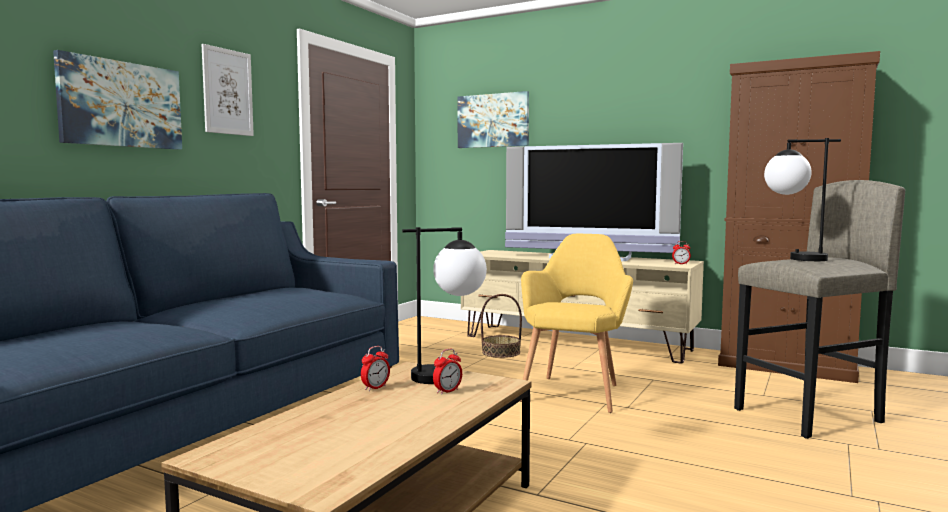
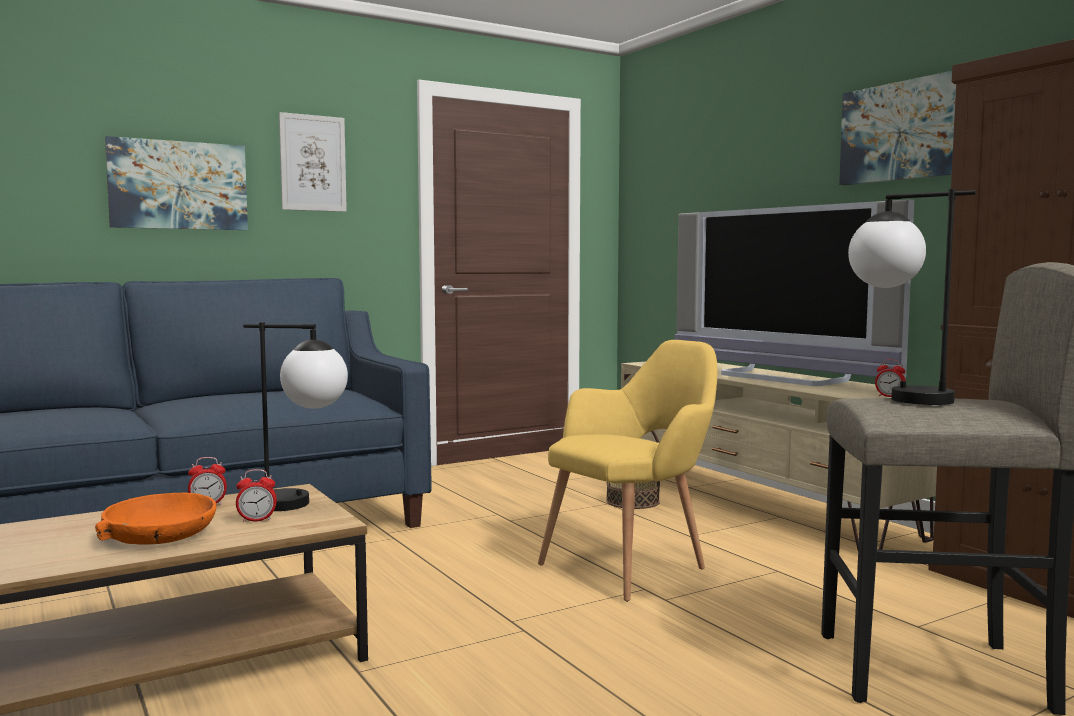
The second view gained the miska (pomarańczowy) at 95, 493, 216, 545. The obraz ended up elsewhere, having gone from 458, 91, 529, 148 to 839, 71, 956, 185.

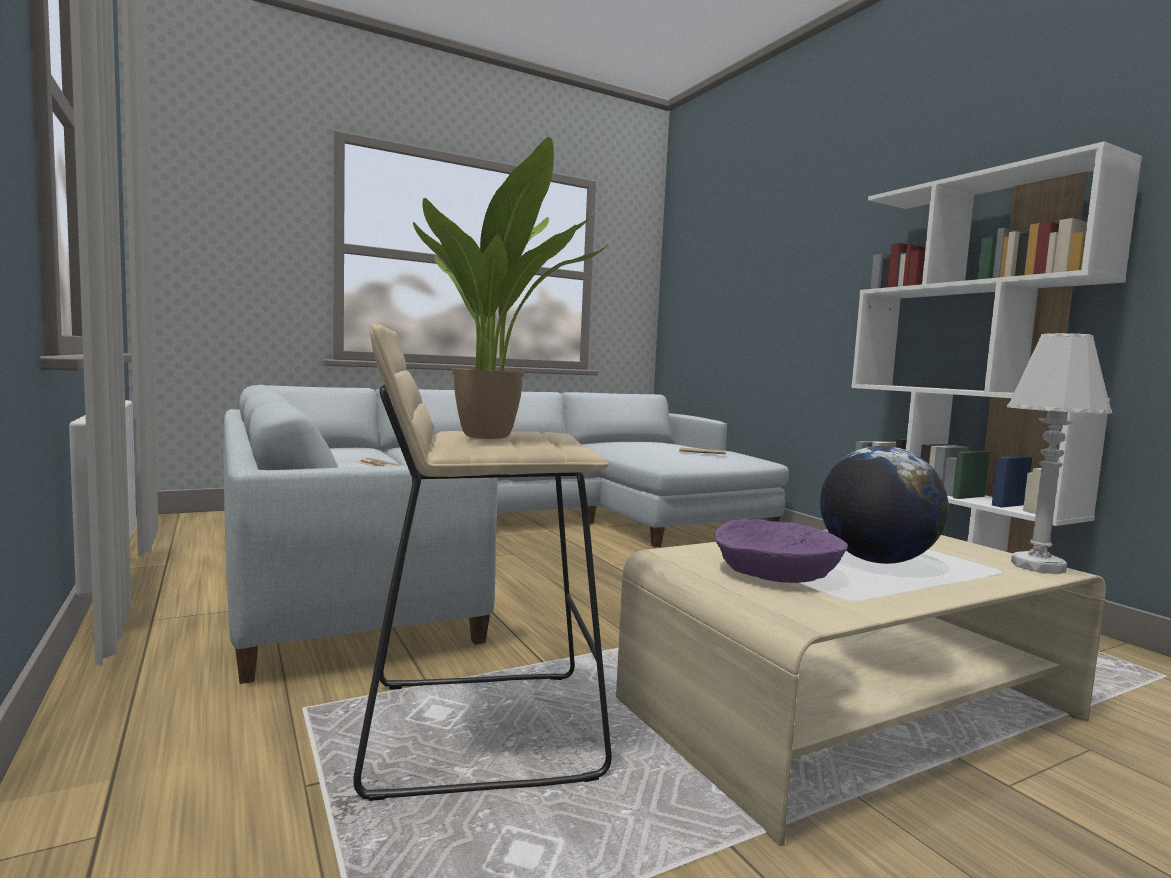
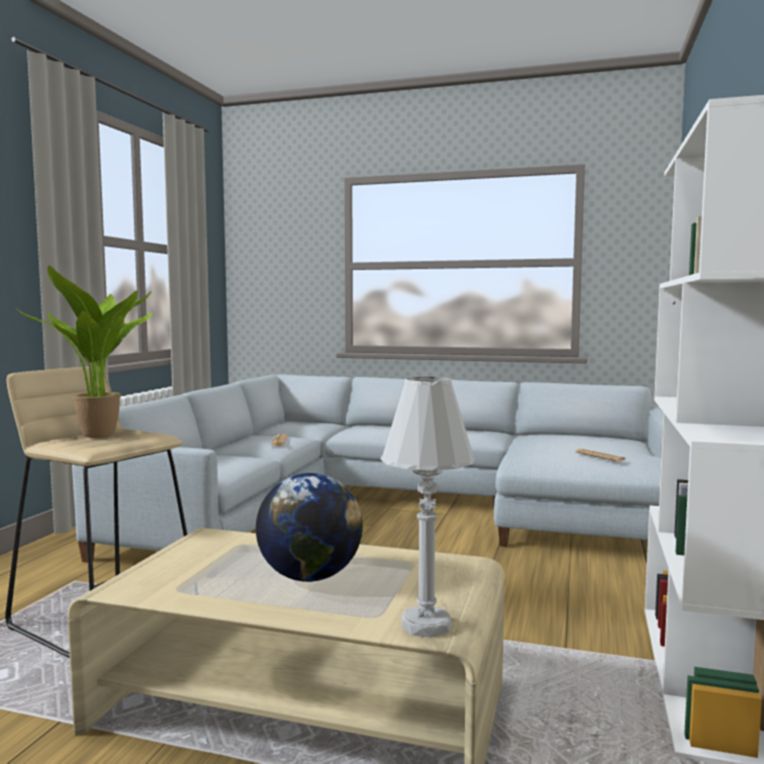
The second view lost the miska (fioletowy) at 714, 519, 848, 583.

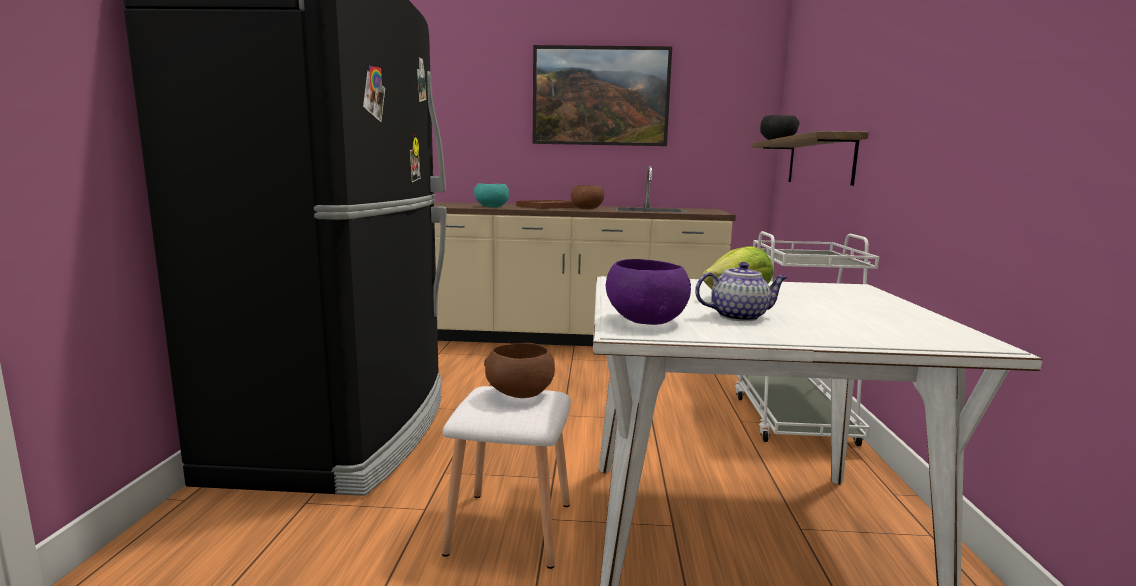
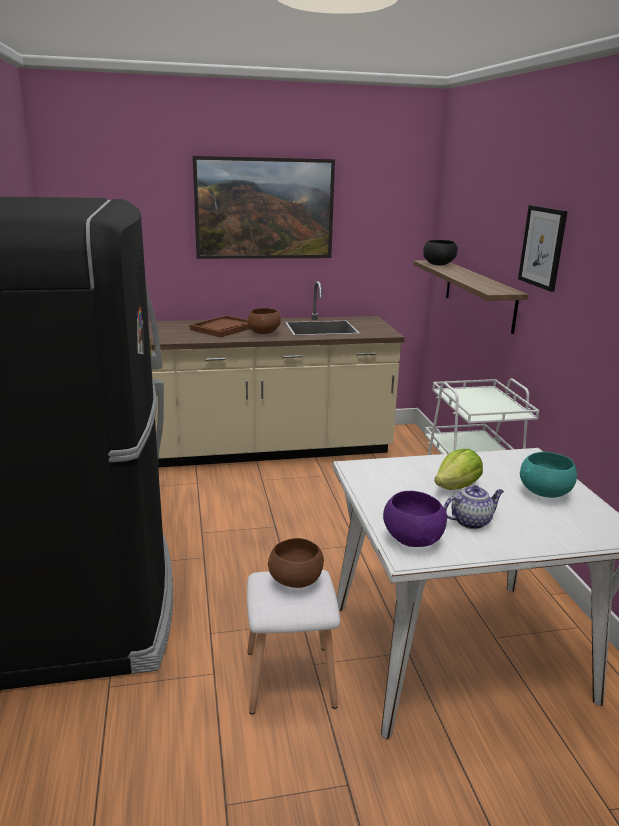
The second view gained the obraz at 518, 205, 568, 292. The miska (turkusowy) ended up elsewhere, having gone from 474, 183, 509, 208 to 520, 452, 577, 498.

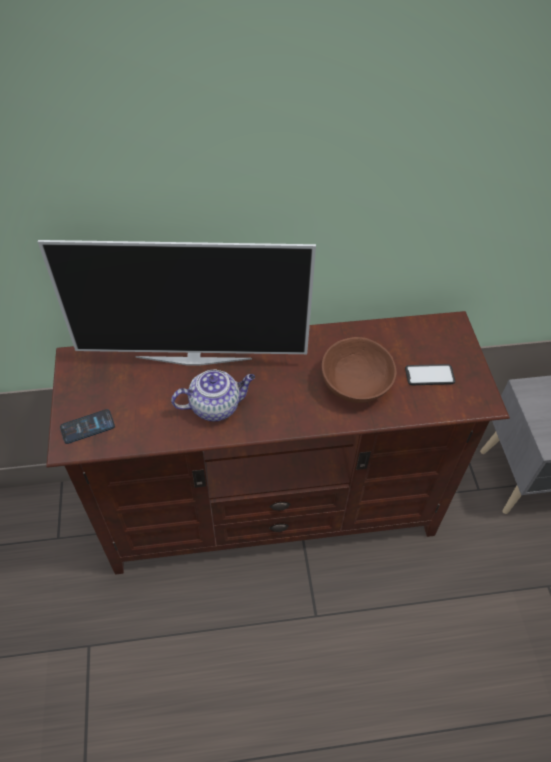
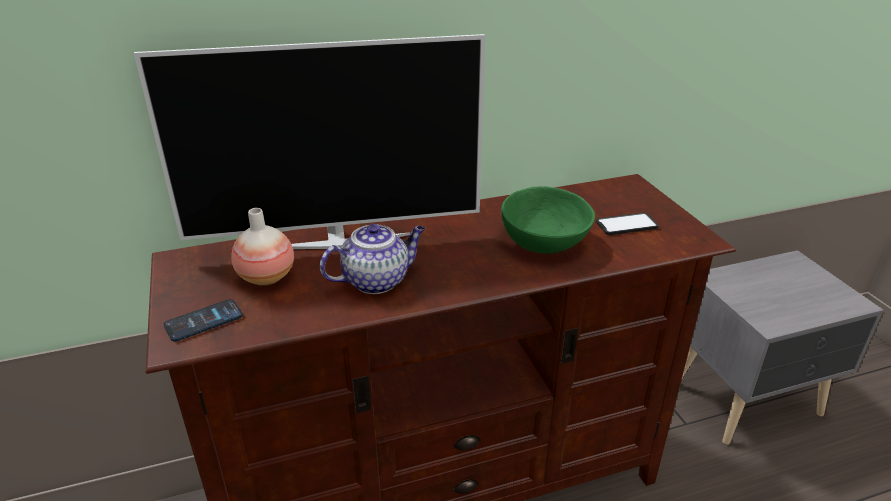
The second view gained the wazon at 231, 208, 294, 286. What was the miska (brązowy) at 321, 337, 397, 403 turned into the miska (zielony) at 501, 186, 595, 254.

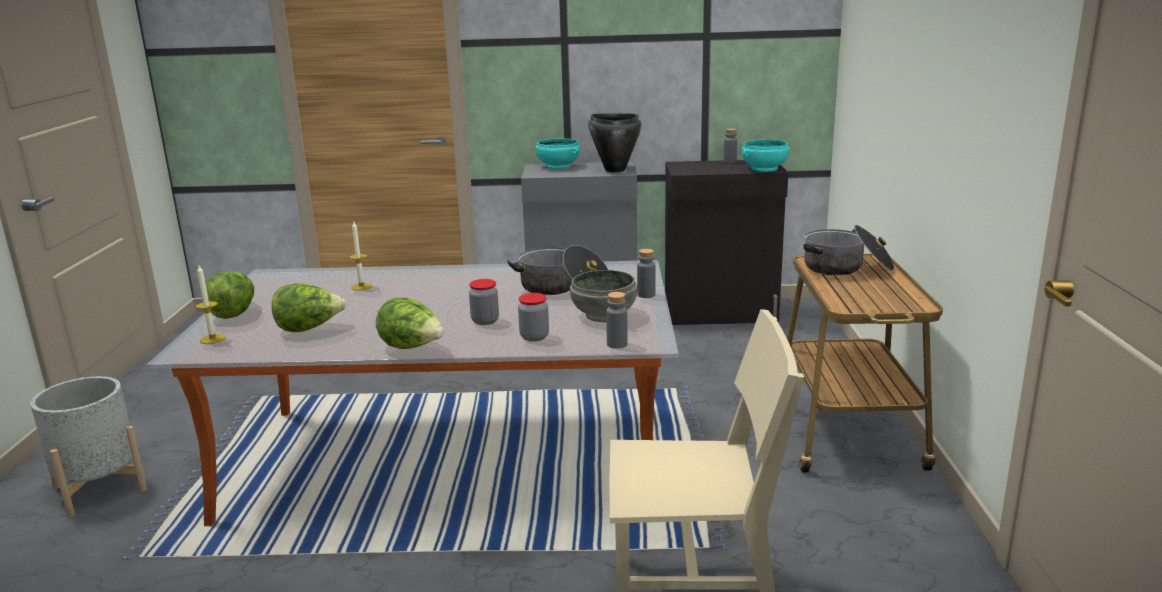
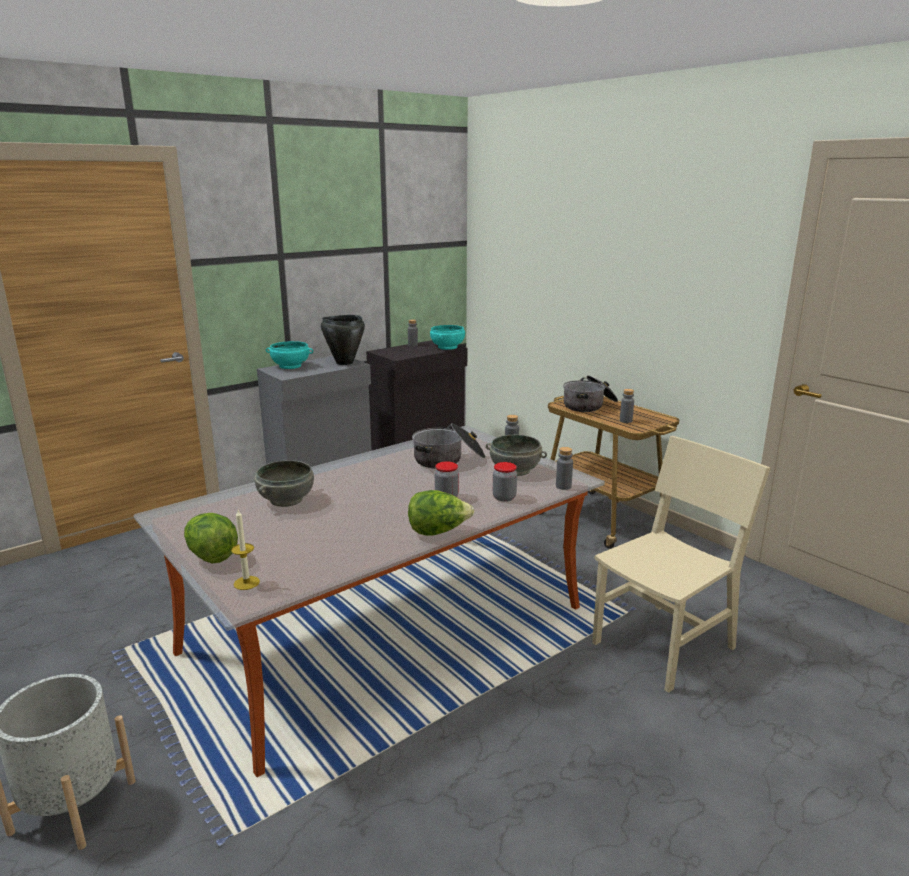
Where the świeca stood at 349, 222, 373, 291, the miska (szary) came to stand at 254, 460, 314, 507. The second view gained the butelka (szary) at 620, 389, 634, 423. The second view lost the sałata at 272, 283, 346, 332.

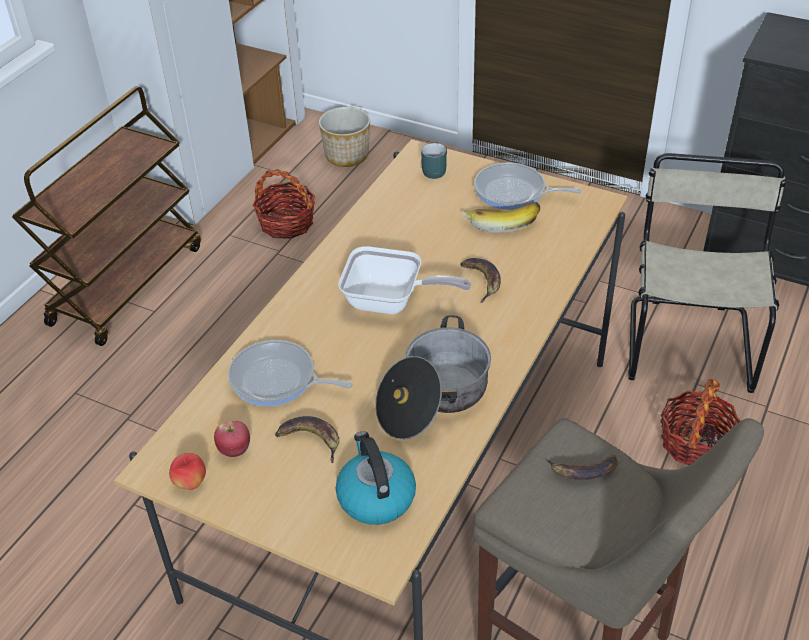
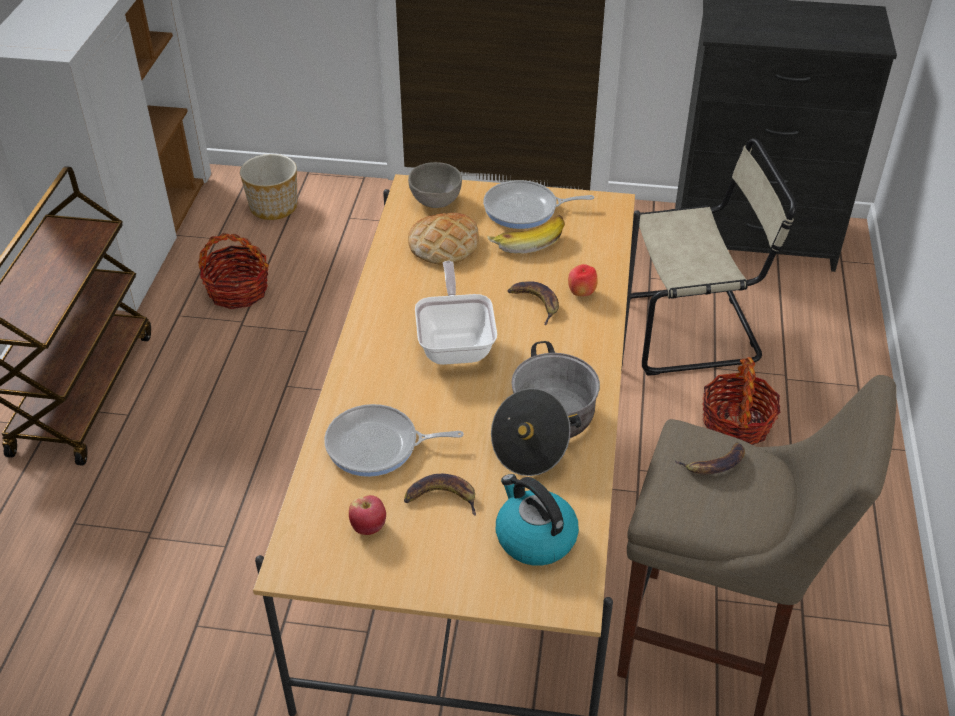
Where the kubek (turkusowy) stood at 421, 143, 447, 179, the miska (szary) came to stand at 408, 162, 462, 208. The second view gained the chleb at 408, 213, 479, 264. The patelnia at 338, 246, 471, 314 ended up facing another way, 90 degrees counterclockwise from before. The jabłko ended up elsewhere, having gone from 169, 453, 206, 490 to 568, 264, 598, 296. The krzesło (beżowy) at 628, 153, 786, 393 ended up facing another way, 90 degrees clockwise from before.

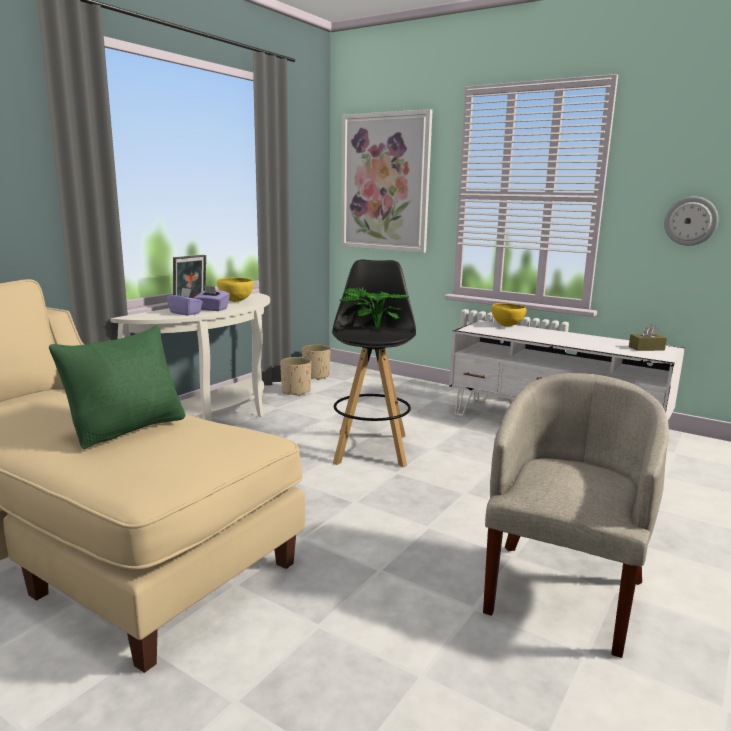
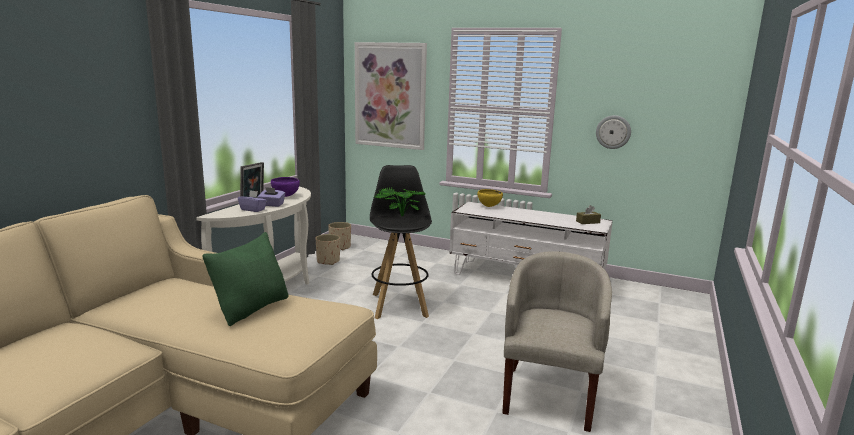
What was the miska (żółty) at 217, 277, 254, 302 turned into the miska (fioletowy) at 271, 177, 300, 197.

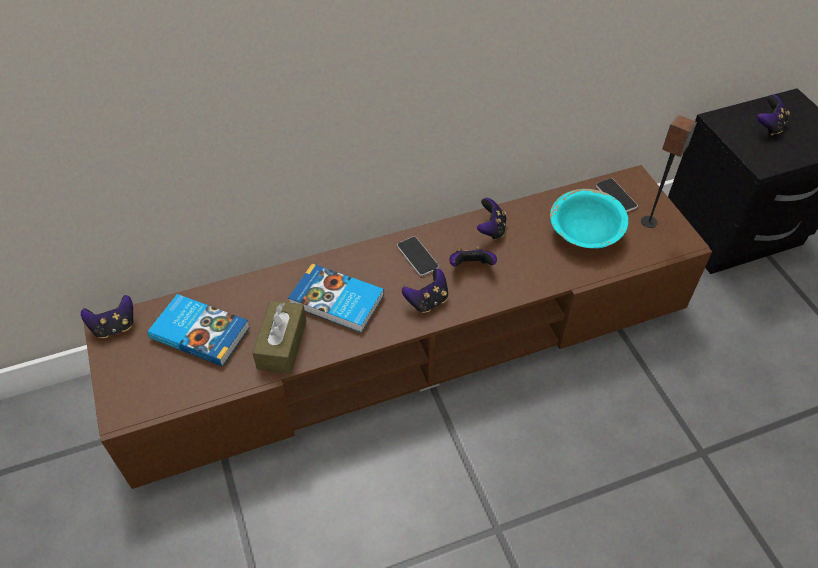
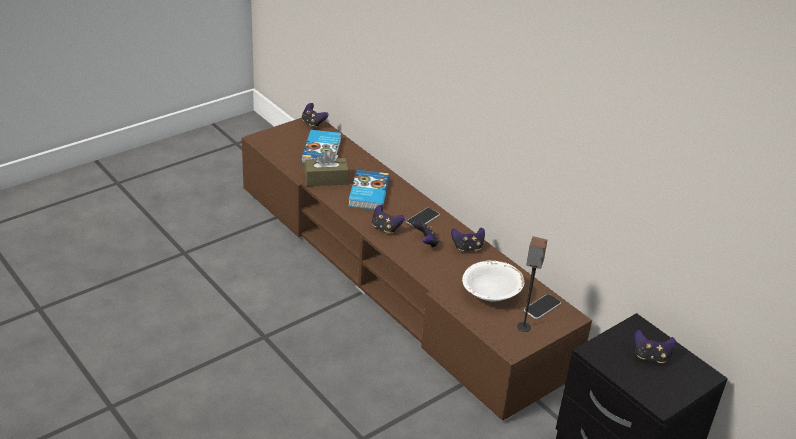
What was the miska (turkusowy) at 550, 189, 628, 249 turned into the miska (biały) at 462, 260, 525, 302.

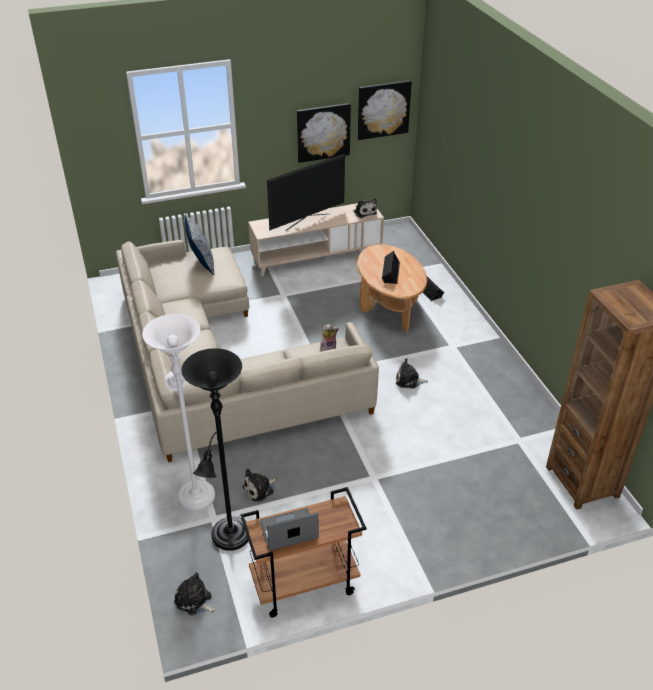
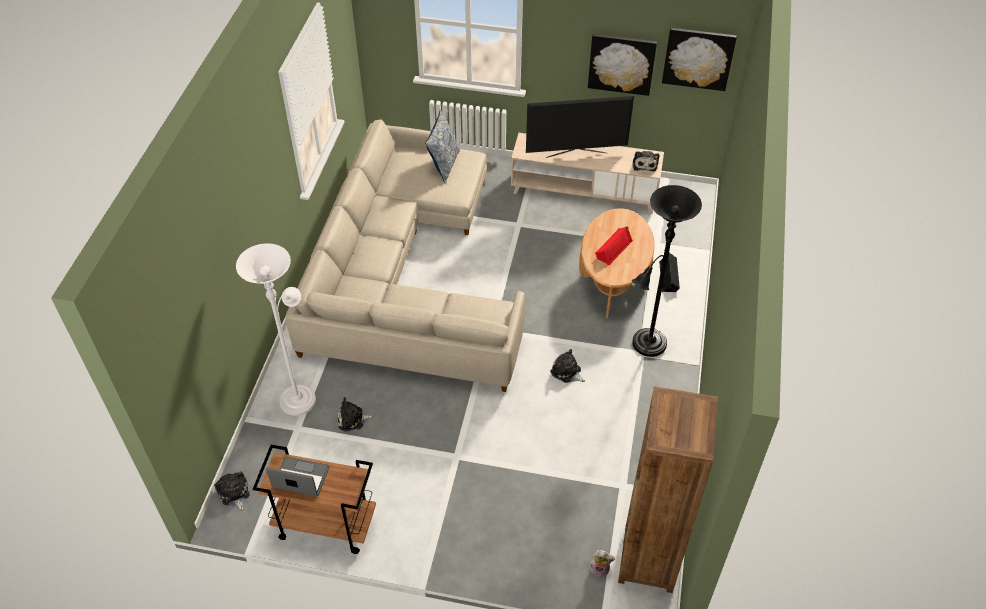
The pluszak ended up elsewhere, having gone from 320, 324, 339, 351 to 589, 550, 615, 577. What was the głośnik (czarny) at 382, 251, 400, 284 turned into the głośnik (czerwony) at 595, 226, 633, 265. The lampa stojąca (czarny) ended up elsewhere, having gone from 181, 348, 248, 551 to 632, 185, 702, 357.

